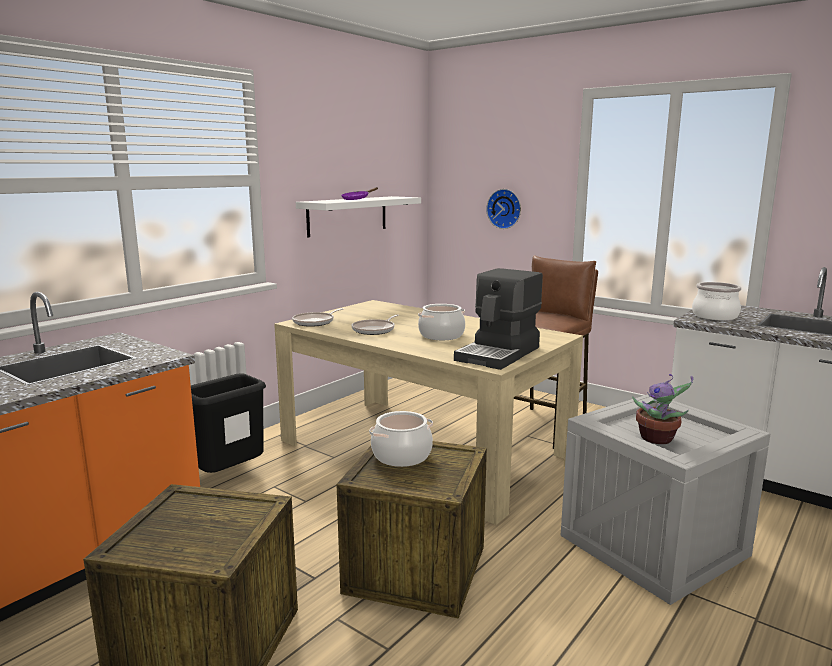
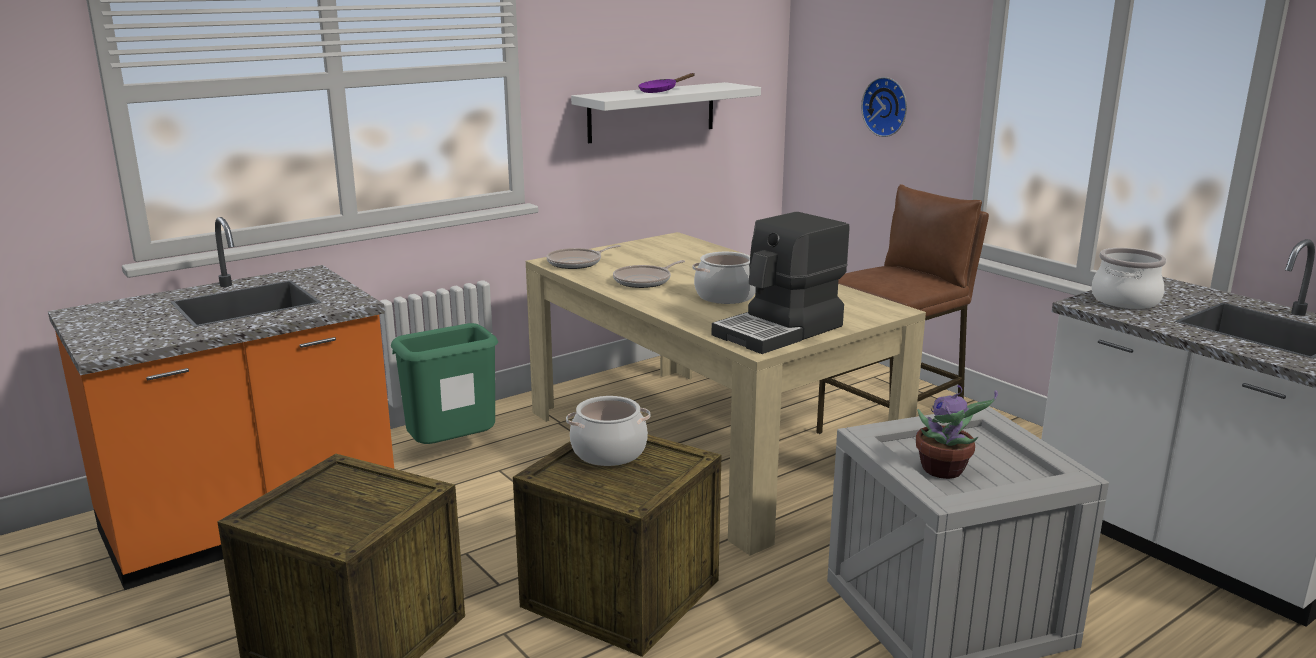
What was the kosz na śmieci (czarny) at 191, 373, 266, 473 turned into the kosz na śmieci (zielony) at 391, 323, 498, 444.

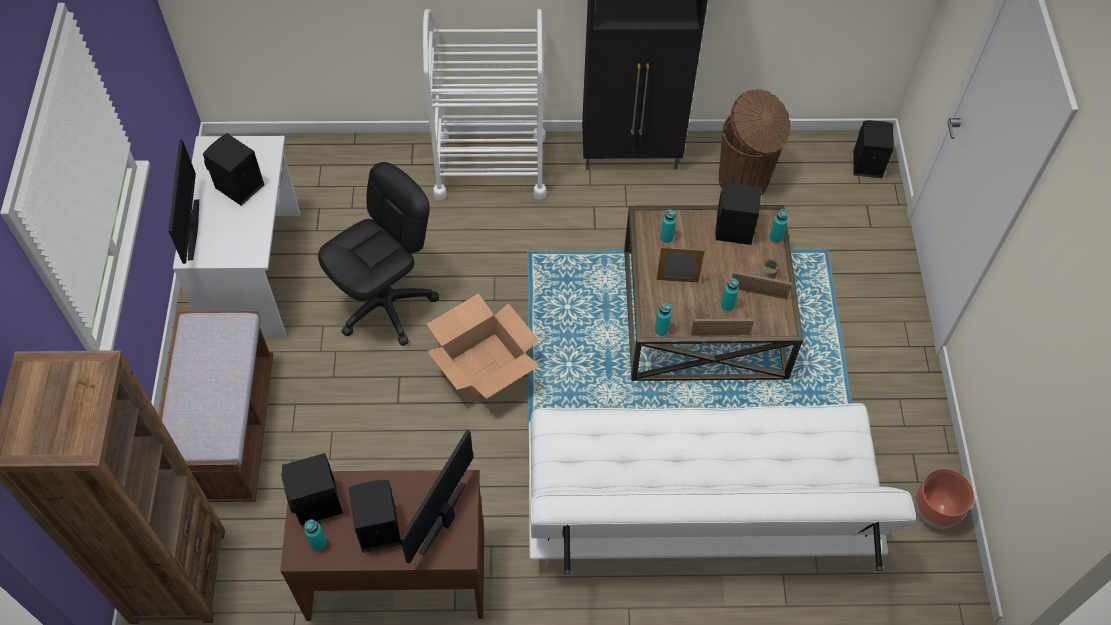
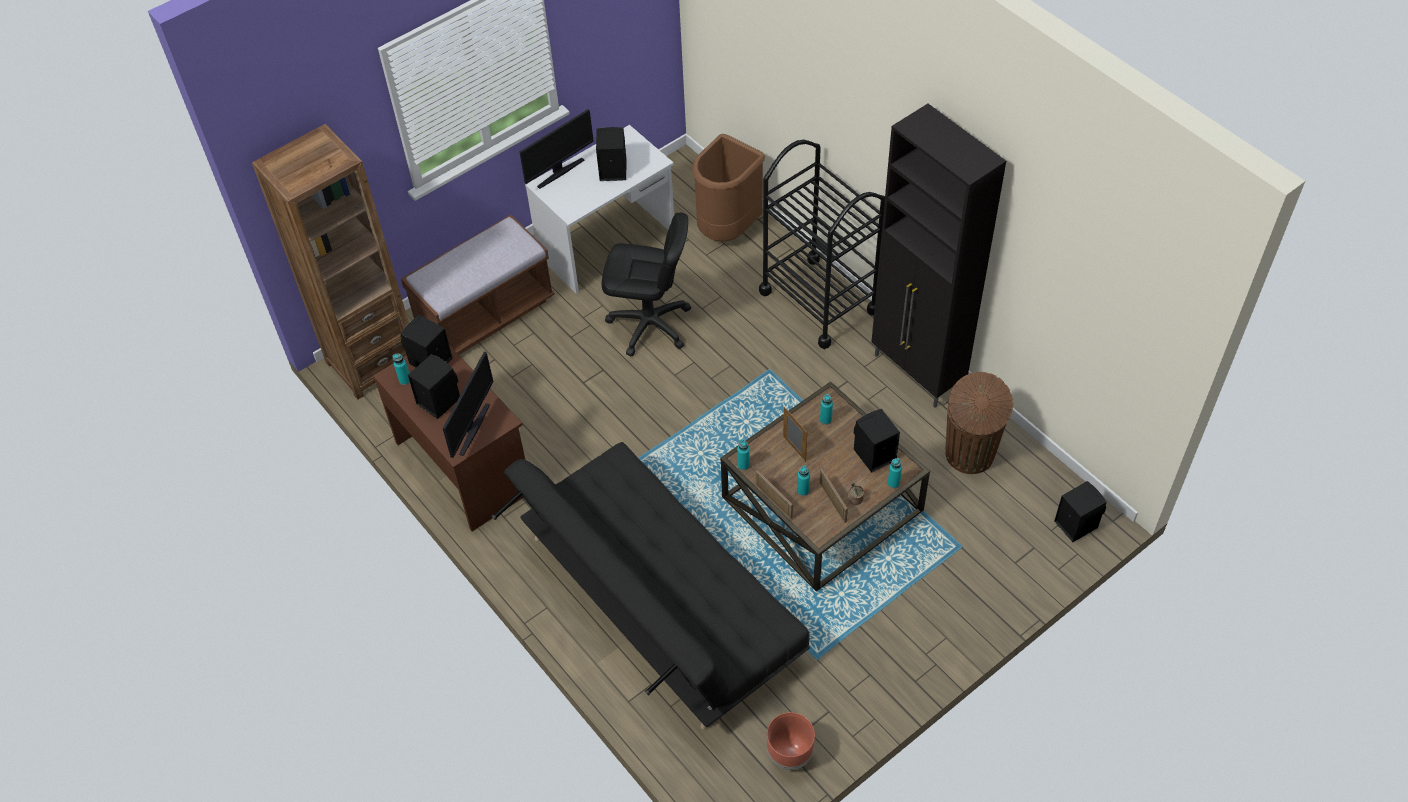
The monitor at 400, 430, 473, 564 ended up facing another way, 120 degrees clockwise from before. What was the kanapa (biały) at 529, 403, 916, 574 turned into the kanapa (czarny) at 492, 442, 810, 729. The second view gained the kosz na śmieci (brązowy) at 692, 134, 765, 241. What was the wózek (biały) at 423, 9, 547, 200 turned into the wózek (czarny) at 759, 140, 885, 349. The second view lost the karton at 426, 293, 540, 404.

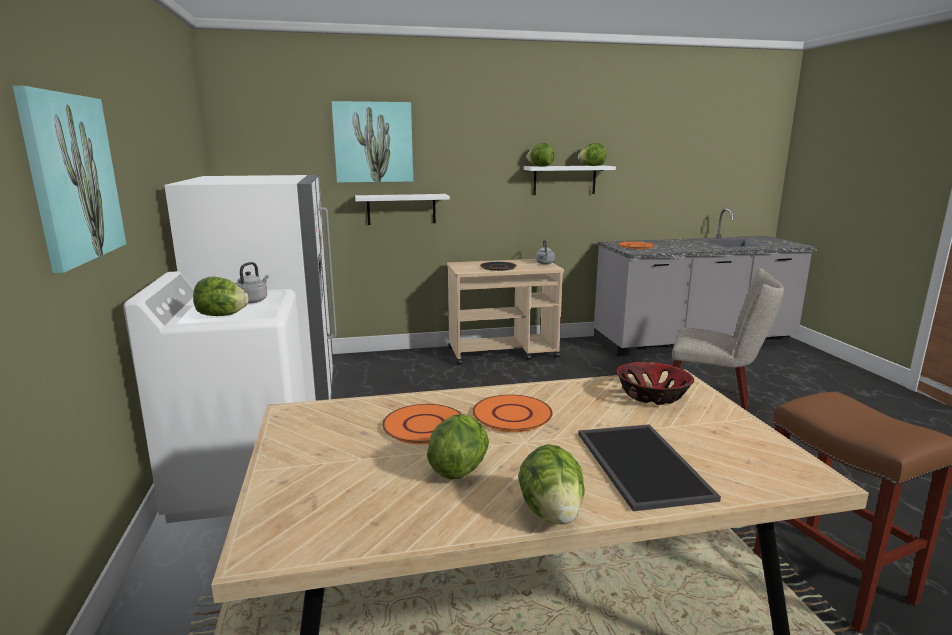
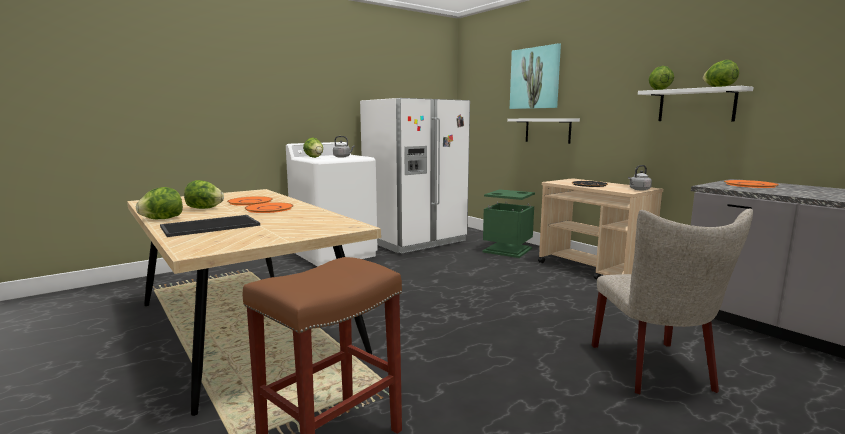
The second view gained the kosz na śmieci (zielony) at 483, 189, 535, 258. The second view lost the obraz at 13, 86, 126, 273. The second view lost the miska at 616, 362, 694, 405.

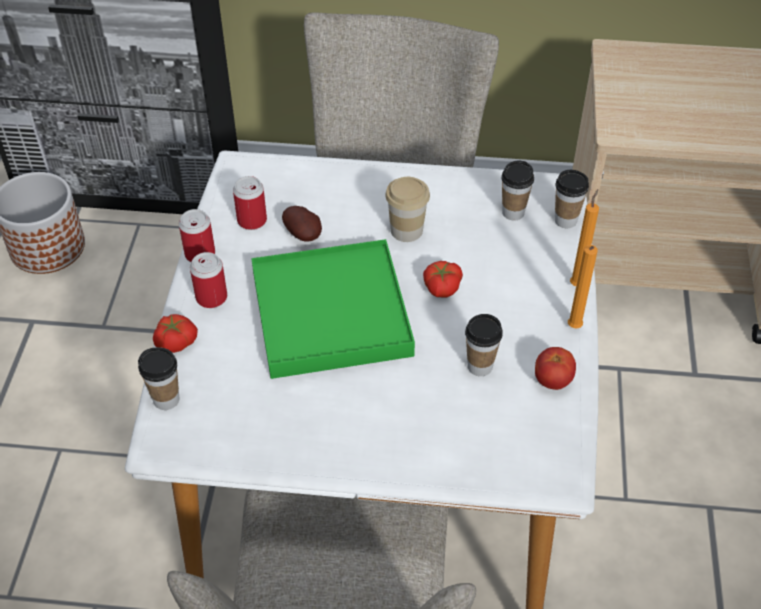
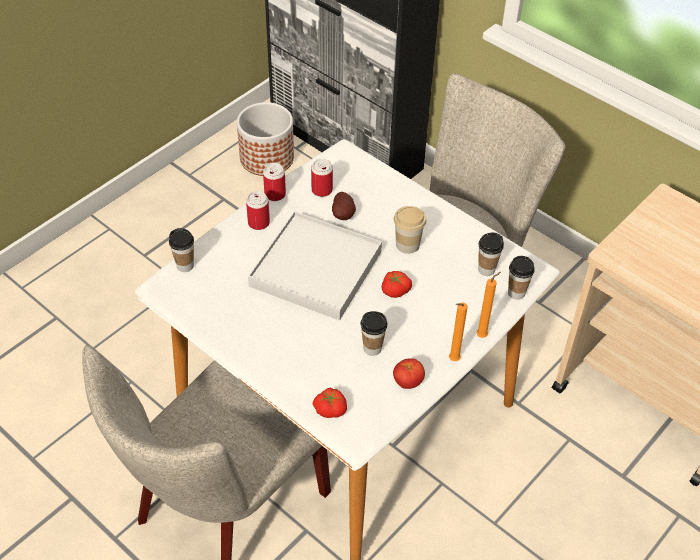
What was the taca (zielony) at 252, 239, 415, 379 turned into the taca (biały) at 248, 211, 382, 320. The pomidor ended up elsewhere, having gone from 153, 314, 198, 353 to 312, 388, 347, 418.

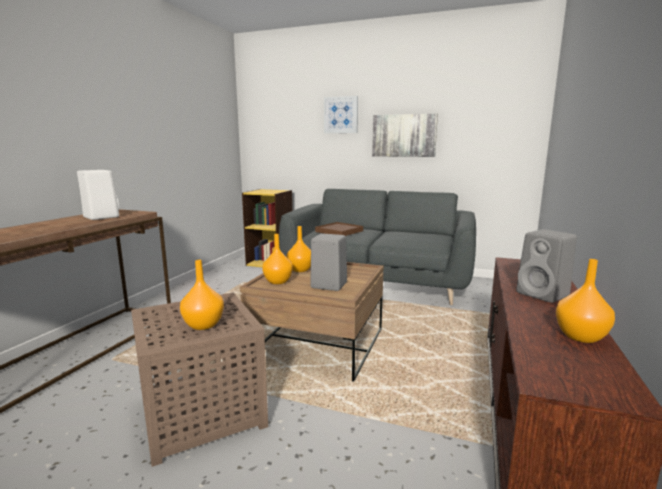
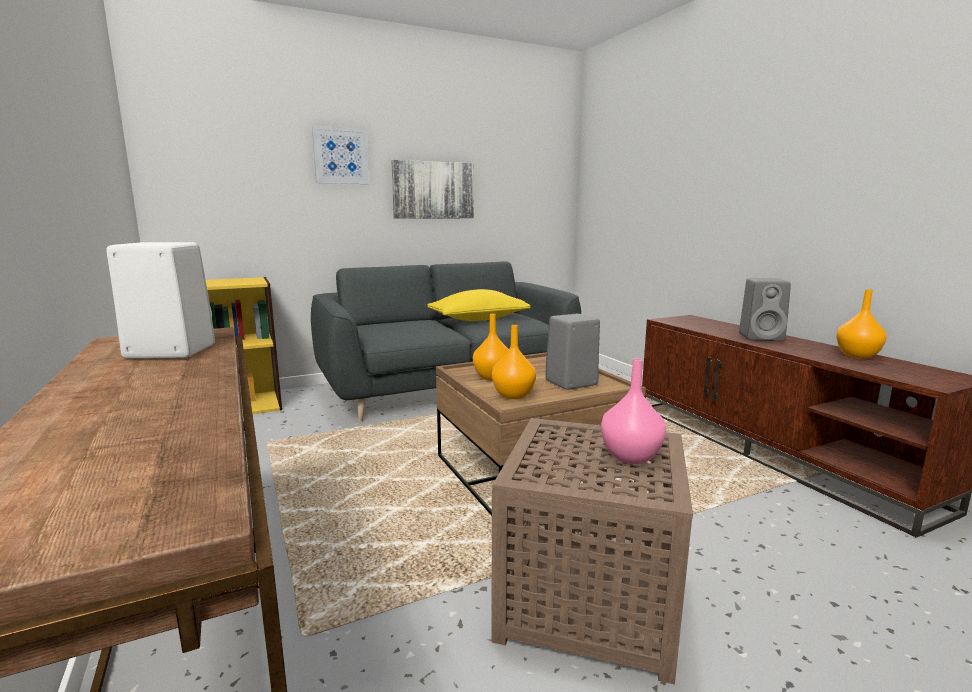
The second view gained the poduszka (żółty) at 427, 289, 531, 321. What was the wazon (pomarańczowy) at 180, 260, 224, 330 turned into the wazon (różowy) at 601, 358, 666, 464. The second view lost the taca (brązowy) at 315, 222, 363, 236.

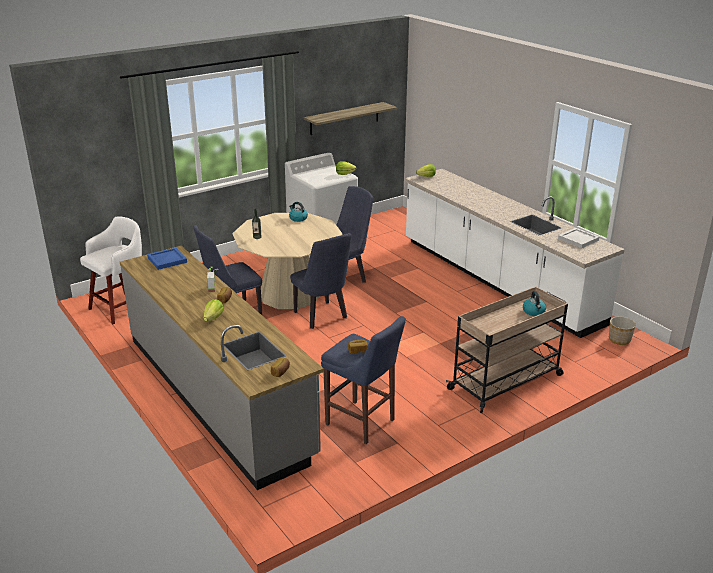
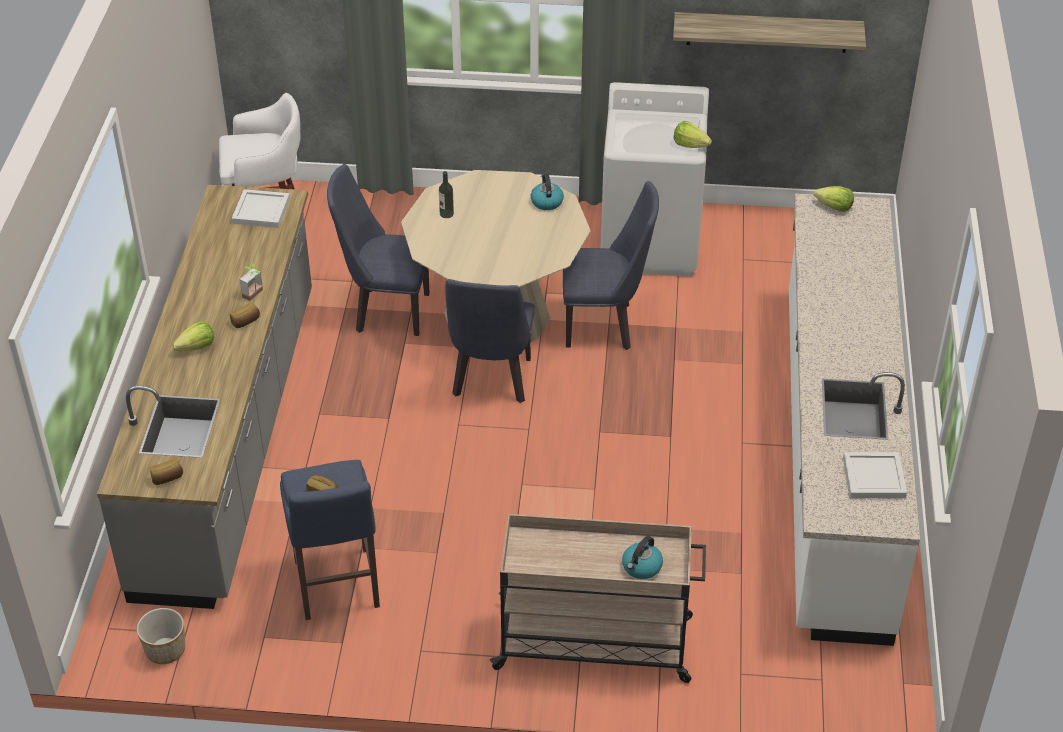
The donica ended up elsewhere, having gone from 609, 316, 636, 345 to 137, 608, 185, 664. What was the taca (niebieski) at 147, 247, 187, 270 turned into the taca (biały) at 232, 189, 290, 228.

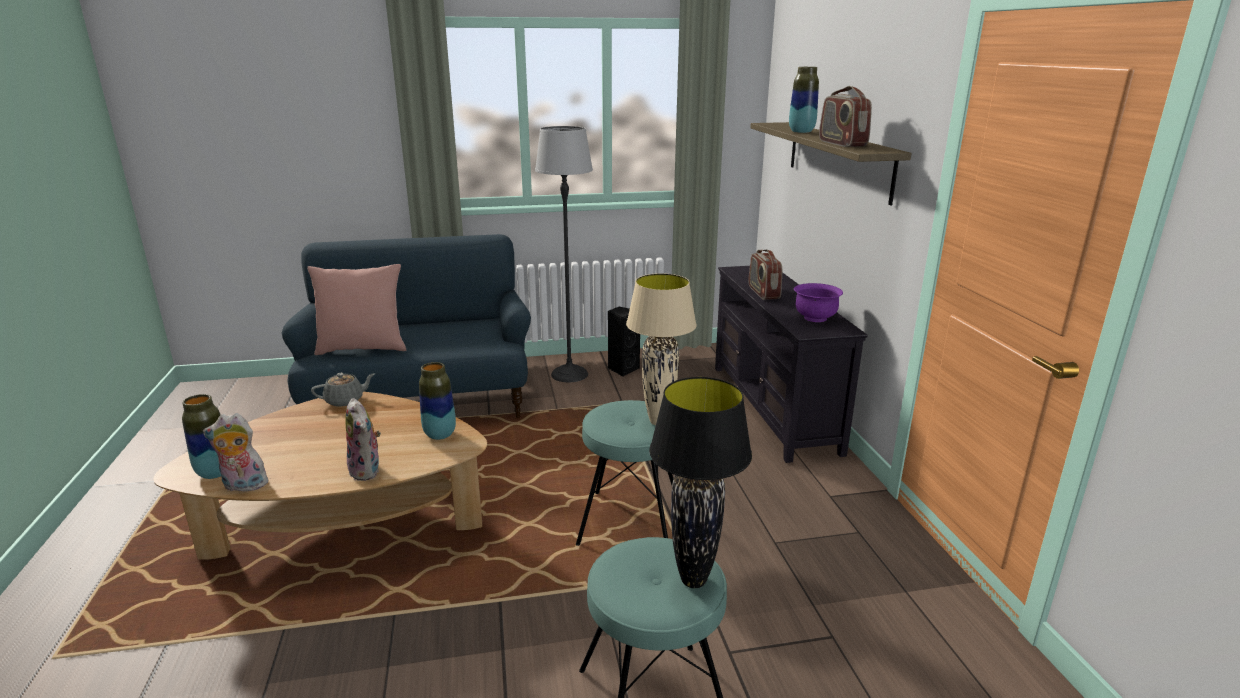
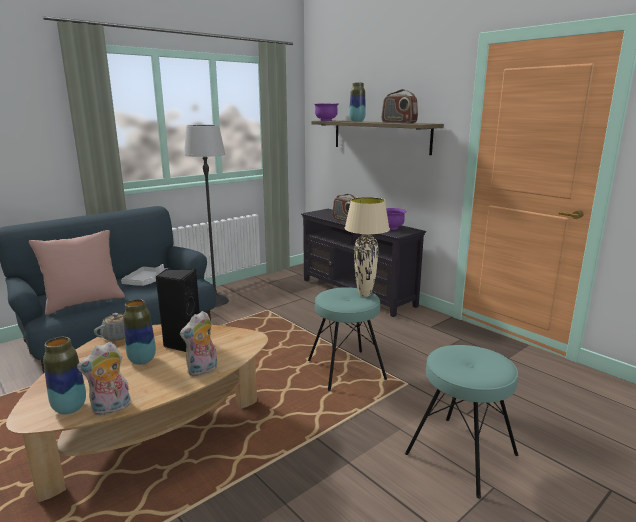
The second view gained the taca (szary) at 121, 264, 168, 286. The wazon ended up elsewhere, having gone from 419, 362, 456, 440 to 123, 299, 156, 365. The głośnik (czarny) ended up elsewhere, having gone from 608, 307, 640, 377 to 156, 269, 200, 352. The pluszak at 345, 398, 381, 481 ended up facing another way, 105 degrees clockwise from before. The second view gained the miska (fioletowy) at 314, 104, 338, 121. The second view lost the lampa stołowa (czarny) at 649, 377, 752, 588.

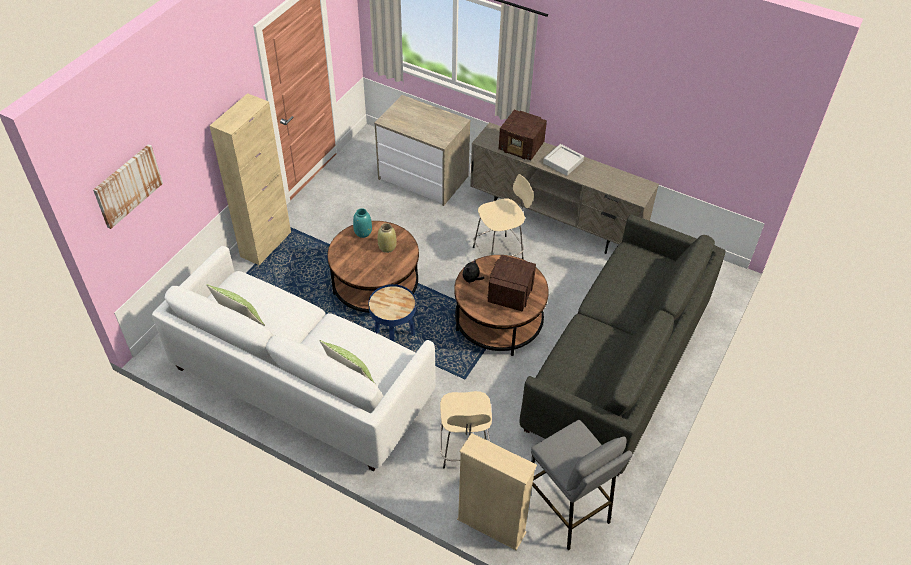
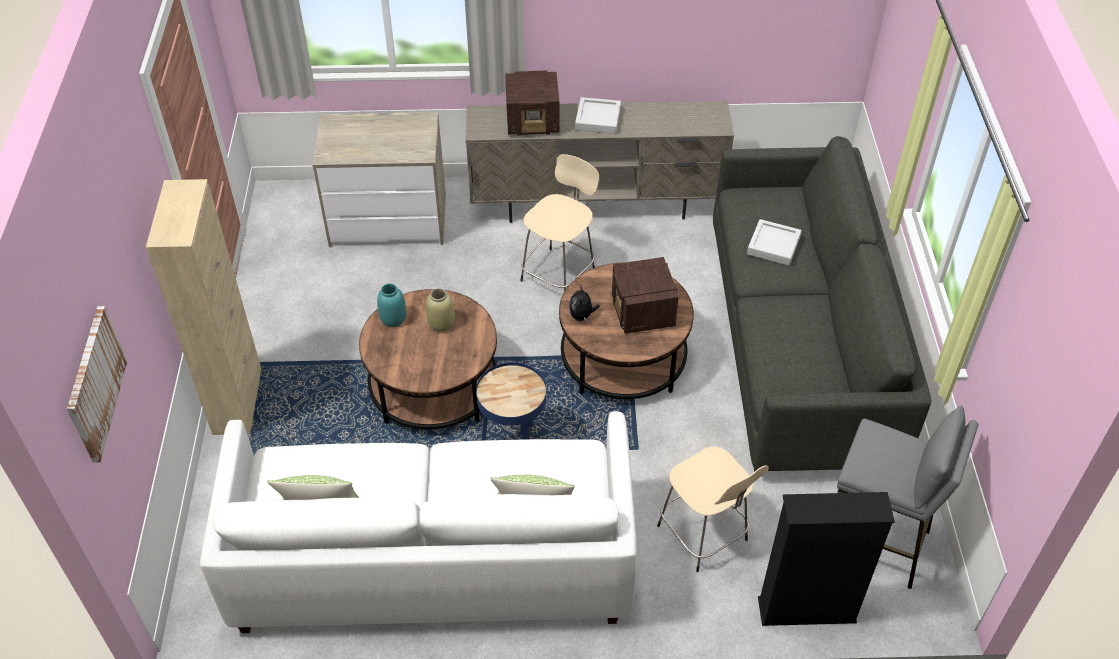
The second view gained the taca (szary) at 747, 219, 802, 266. What was the regał (beżowy) at 457, 433, 537, 551 turned into the regał (czarny) at 758, 492, 895, 626.

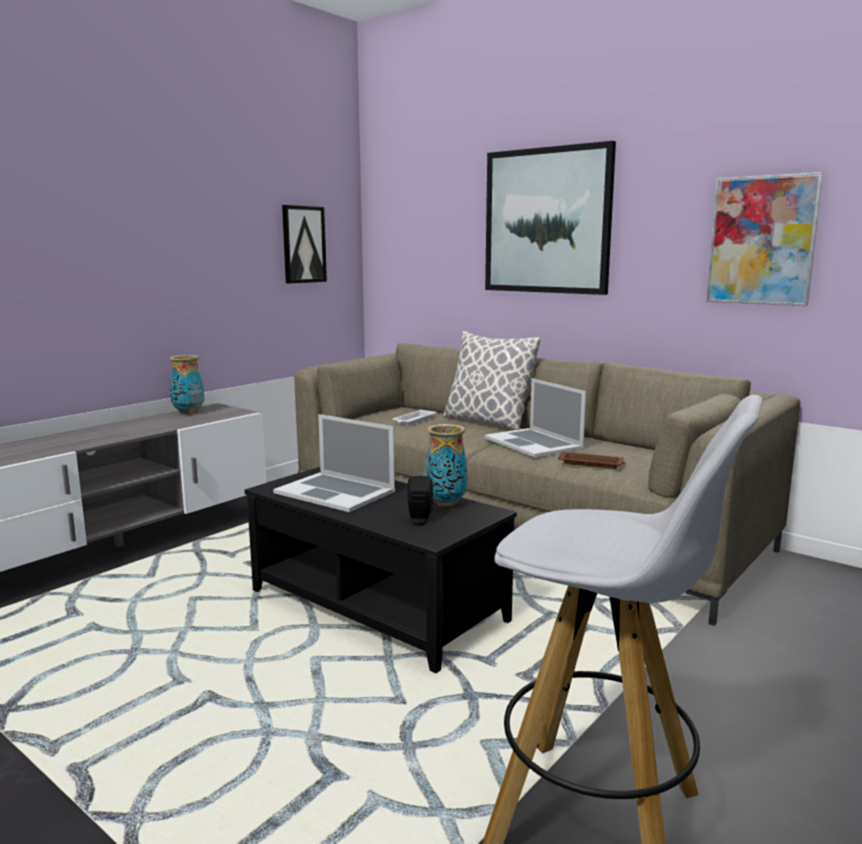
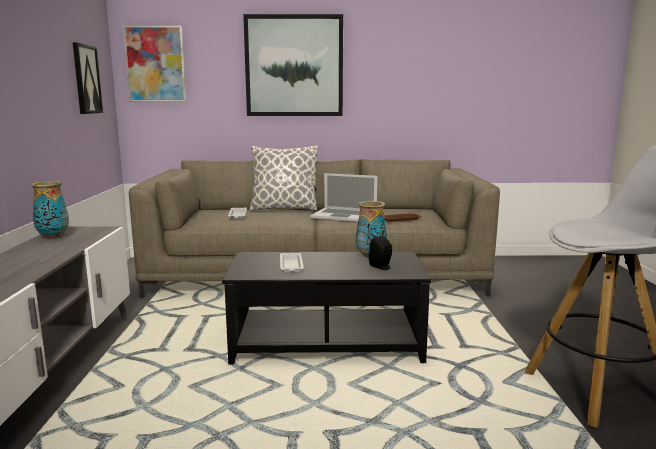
The obraz ended up elsewhere, having gone from 706, 172, 823, 306 to 123, 26, 186, 102. Where the laptop stood at 273, 414, 395, 512, the taca (biały) came to stand at 280, 253, 304, 273.

